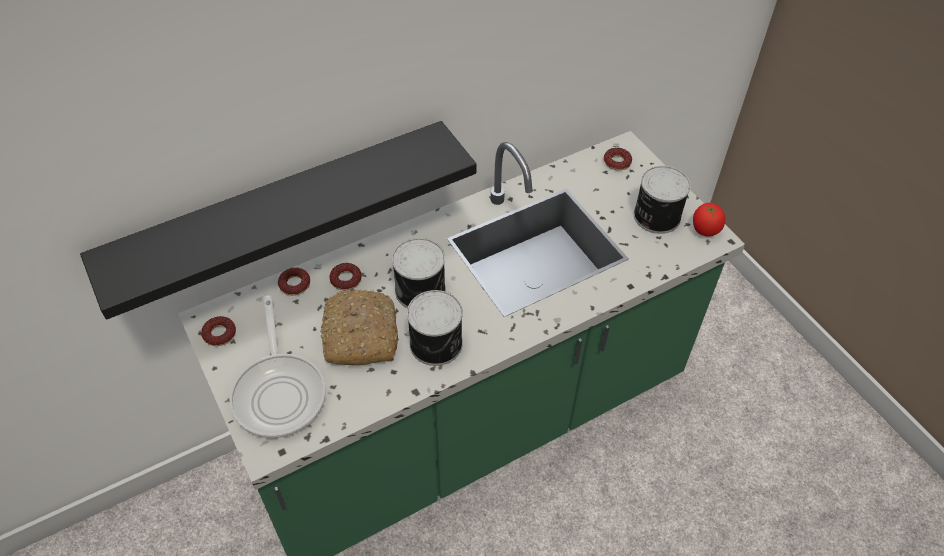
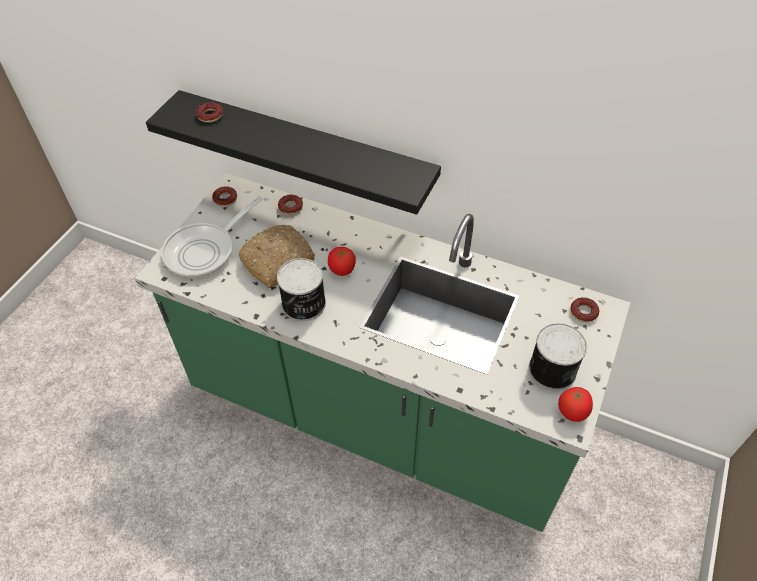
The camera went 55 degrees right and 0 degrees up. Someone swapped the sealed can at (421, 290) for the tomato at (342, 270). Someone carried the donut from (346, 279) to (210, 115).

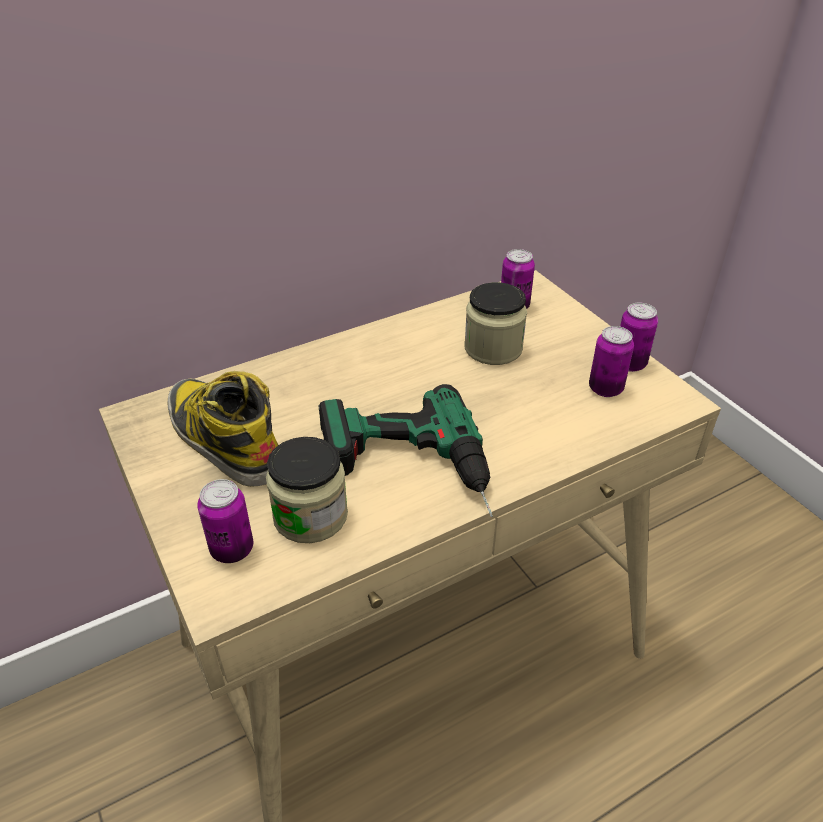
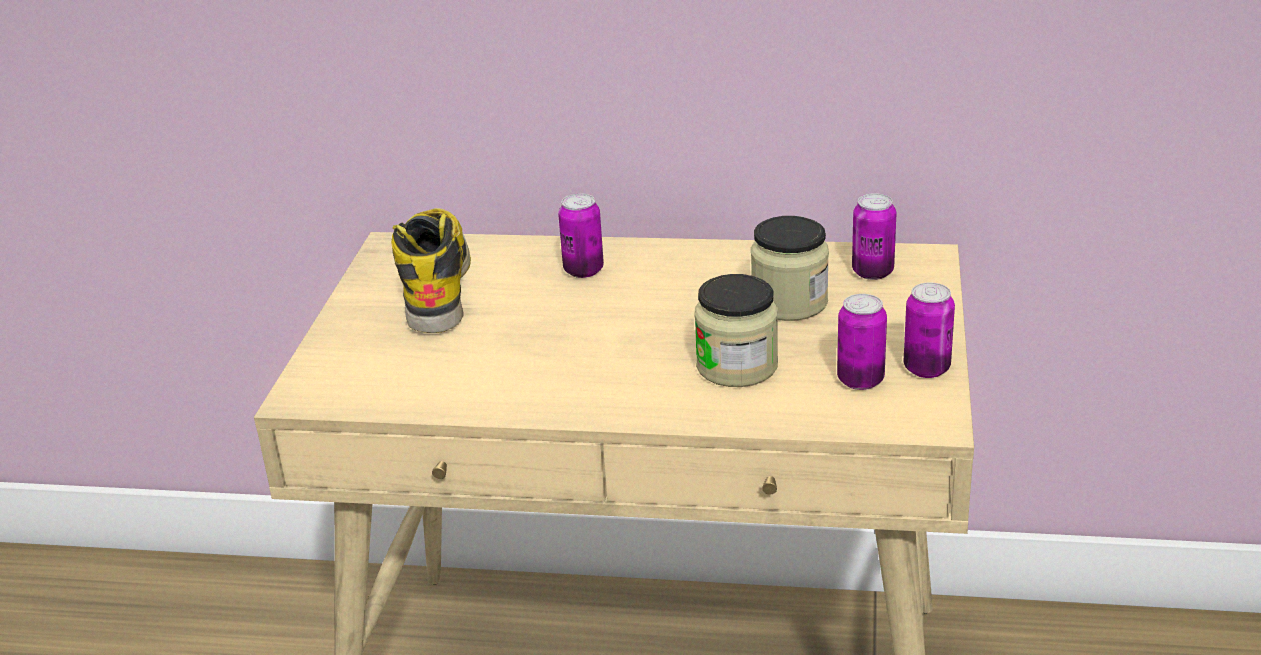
The camera went 40 degrees right and 10 degrees down. Someone took away the power drill at (409, 471). Someone carried the preserve jar from (310, 516) to (737, 366). Someone carried the sealed can from (232, 549) to (583, 270).

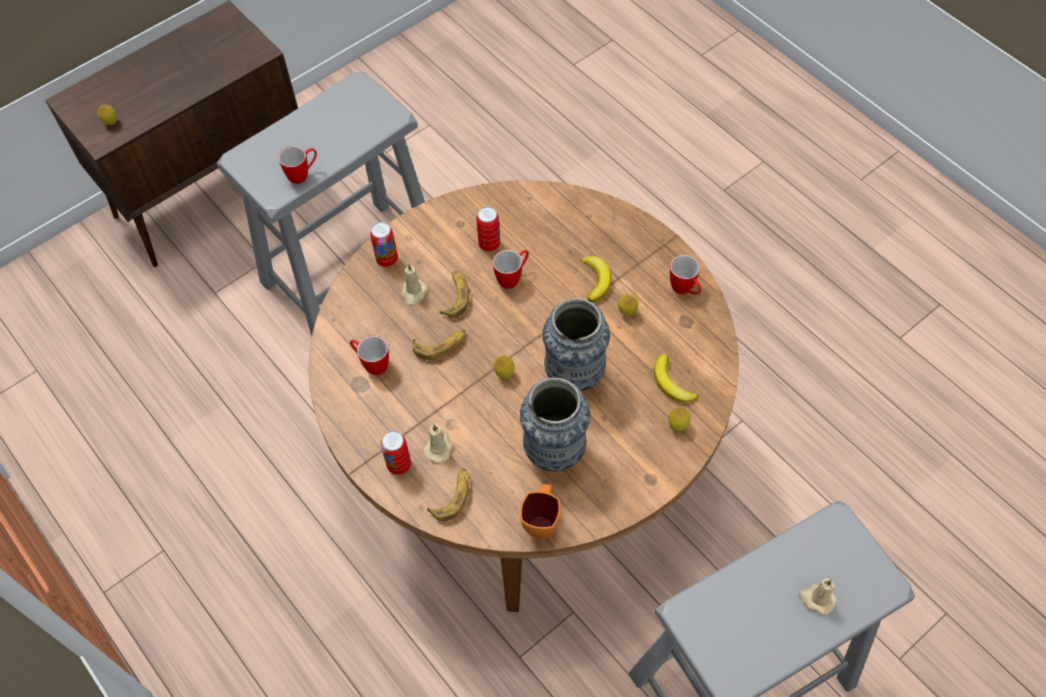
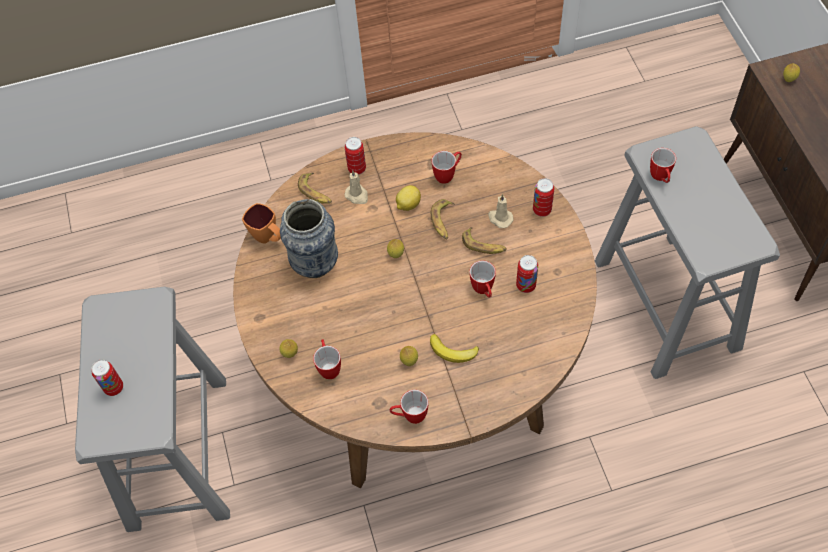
The camera went 115 degrees right and 0 degrees up. Someone took away the flower vase at (574, 375). Someone swapped the banana fruit at (671, 383) for the mug at (329, 366). Someone swapped the beige-coloured wax candle at (816, 599) for the sealed can at (114, 387). Someone put down the lemon at (408, 205).

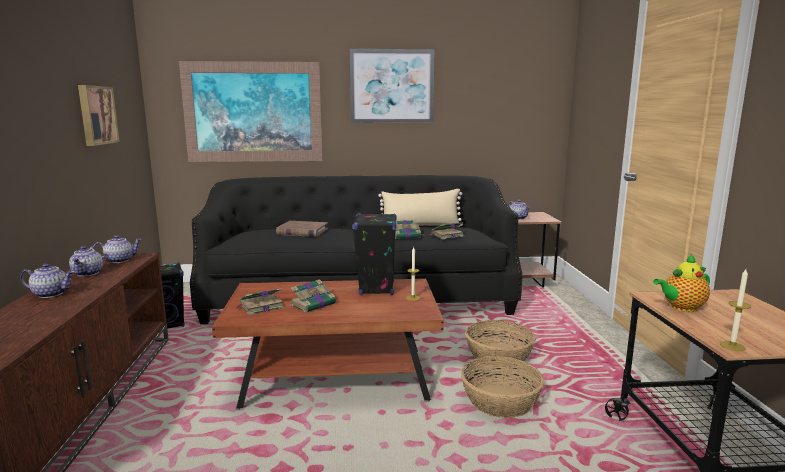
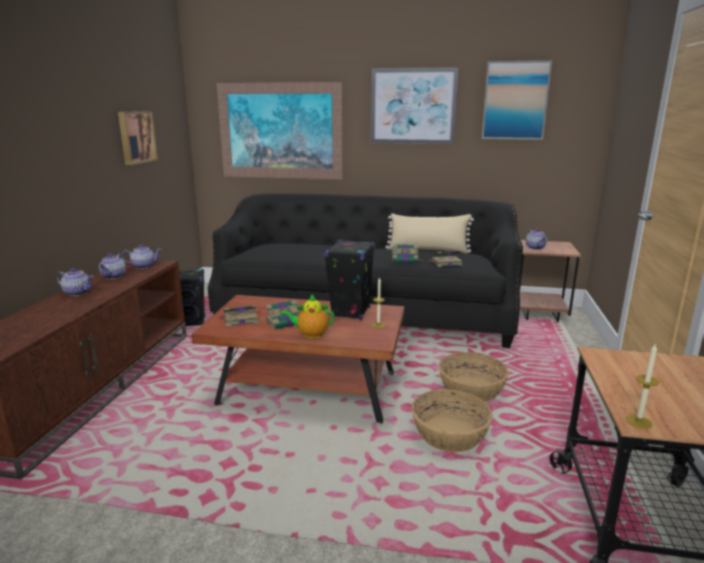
The camera went 15 degrees right and 5 degrees up. Someone took away the brown bound book at (302, 231). Someone carried the pot for tea from (681, 308) to (310, 334). Someone put up the wall picture at (515, 101).

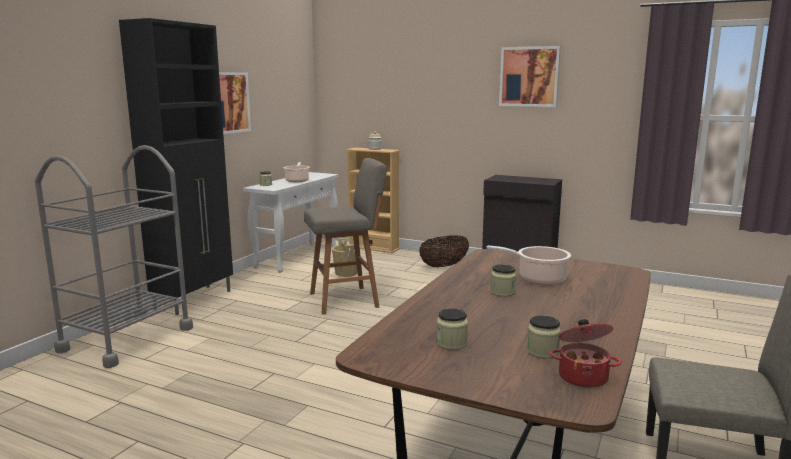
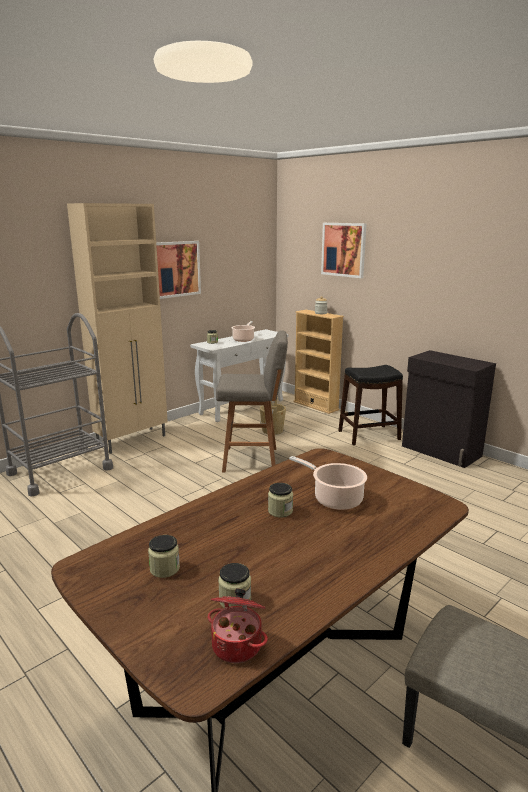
The camera went 20 degrees right and 5 degrees up. Someone repainted the black storage cabinet at (195, 299), which became the beige-coloured storage cabinet at (133, 440). Someone carried the wall picture from (529, 76) to (343, 249). Someone swapped the household basket at (444, 266) for the black stool seat at (368, 435).

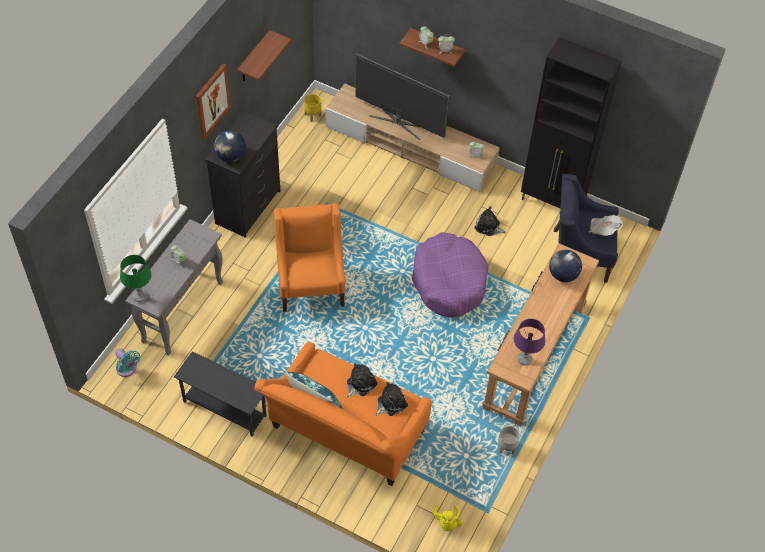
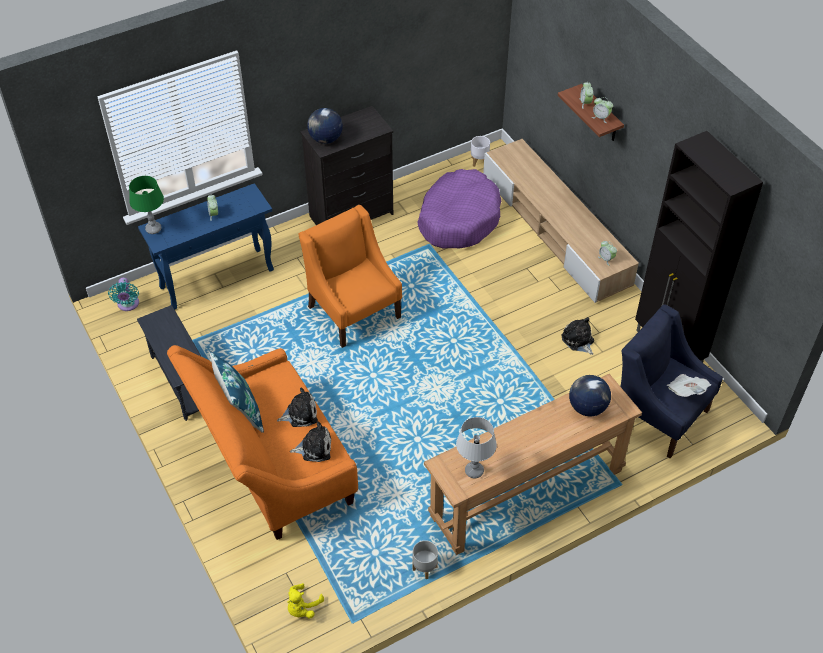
The camera went 35 degrees right and 5 degrees down. Someone took away the wall shelf at (254, 58). Someone took away the television at (399, 121). Someone took away the wall picture at (212, 100). Someone repainted the yellow plant pot at (313, 115), which became the whitish plant pot at (479, 161). Someone rotated the orange armchair at (311, 285) by 60 degrees counterclockwise. Someone repainted the gray console table at (183, 311), which became the blue console table at (217, 278). Someone carried the purple dog bed from (449, 281) to (458, 218). Someone repainted the purple table lamp at (524, 359), which became the gray table lamp at (474, 471).

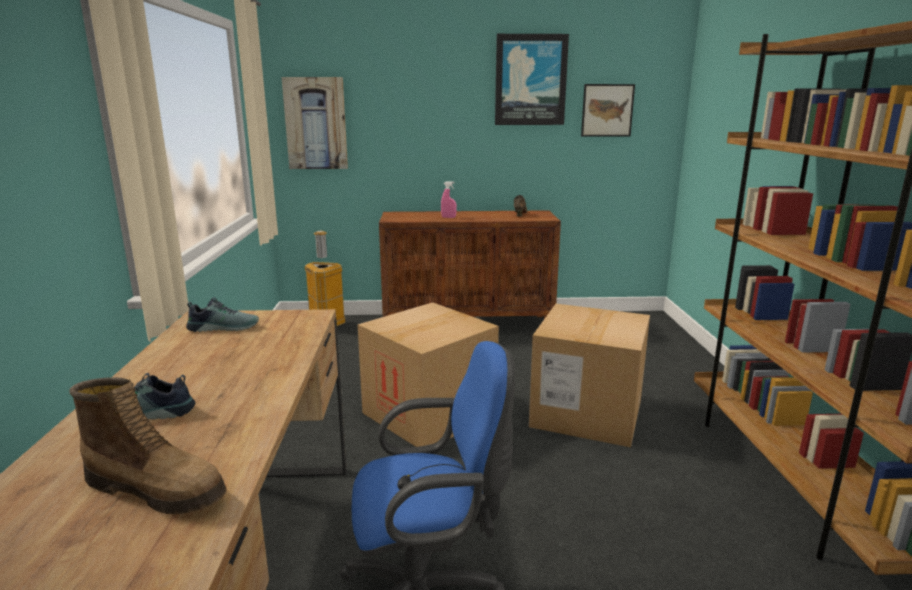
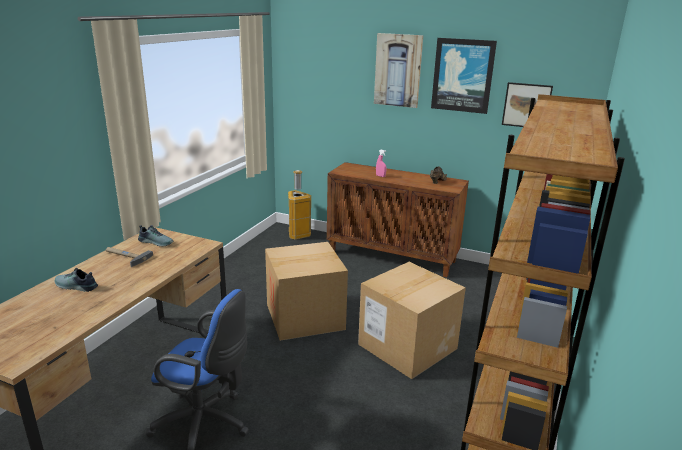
The camera went 25 degrees right and 5 degrees up. Someone carried the wall picture from (316, 123) to (398, 70). Someone took away the high-top boot at (158, 489). Someone put down the hand hammer at (125, 256).

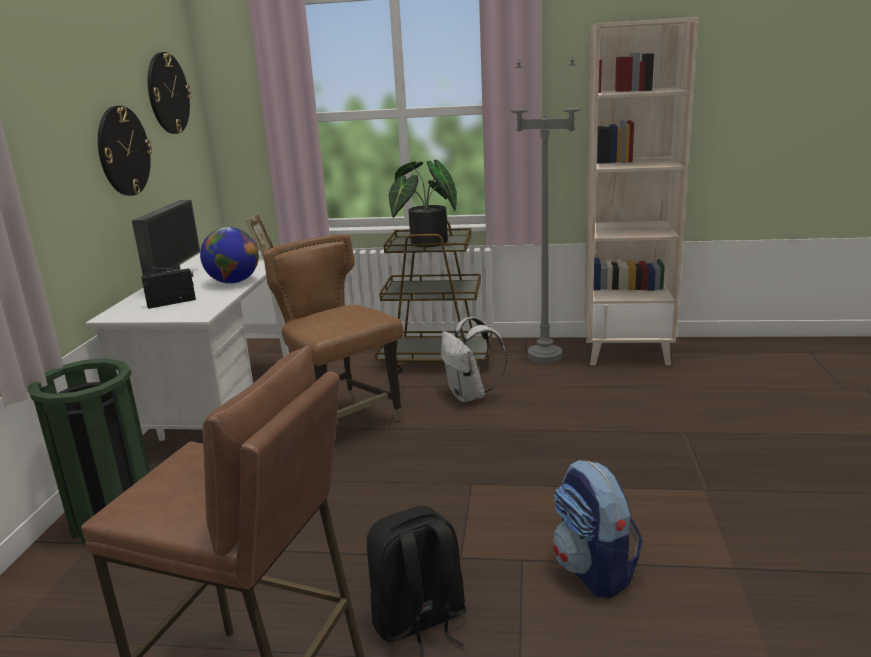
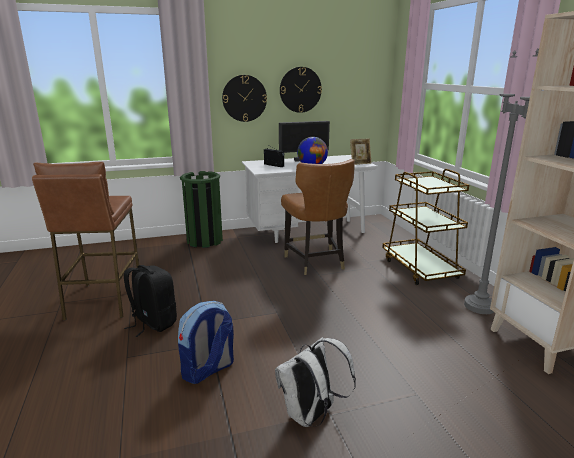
The camera went 65 degrees right and 0 degrees up. Someone carried the wall clock from (168, 93) to (244, 98). Someone took away the houseplant at (424, 243). Someone rotated the brown chair at (344, 422) by 135 degrees clockwise. Someone carried the whitish backpack from (470, 395) to (311, 415).

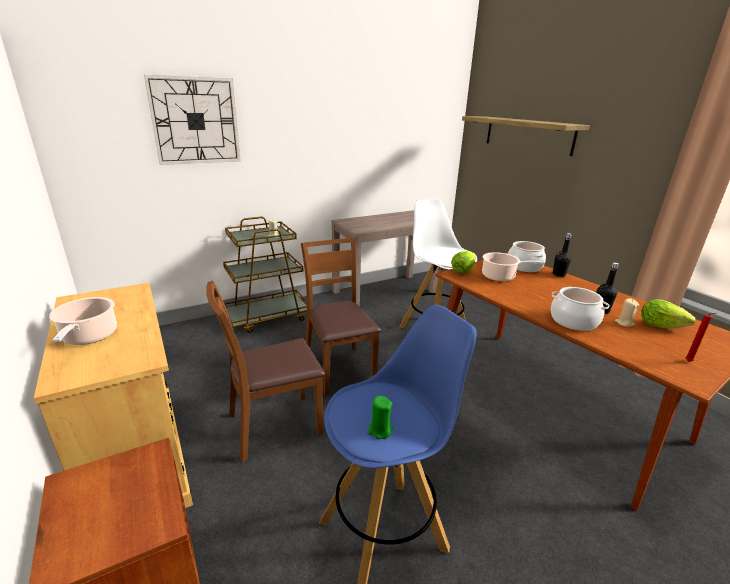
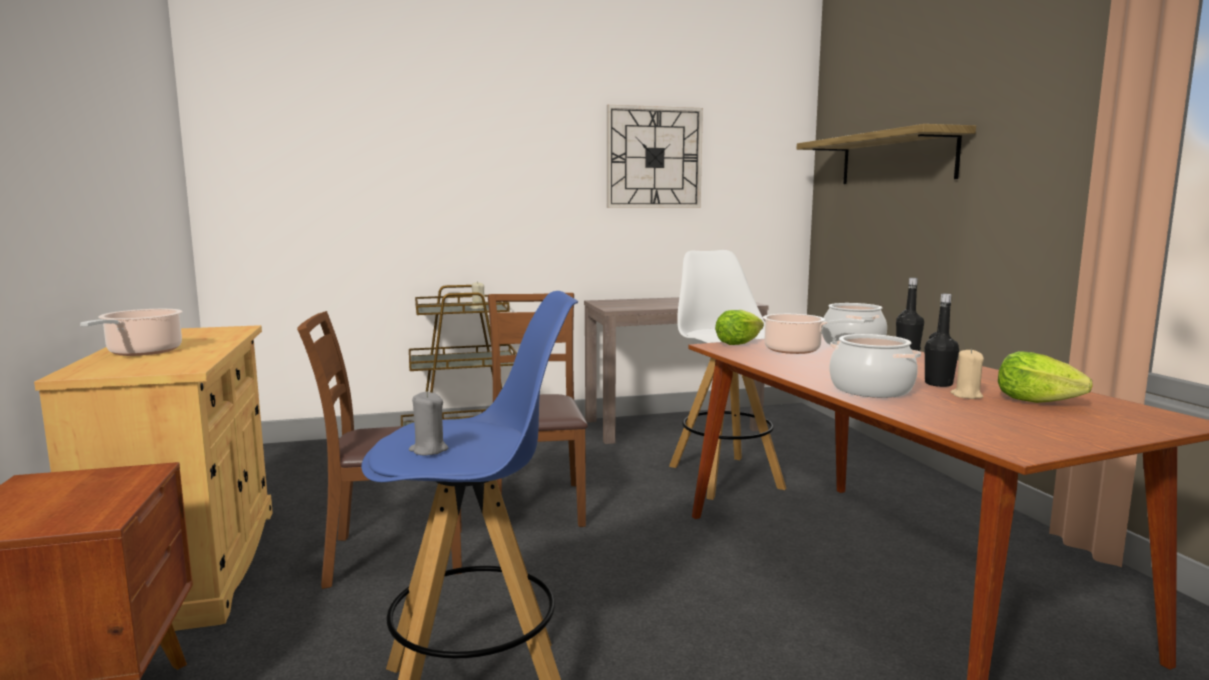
The camera went 15 degrees right and 15 degrees down. Someone carried the wall clock from (195, 121) to (654, 158). Someone took away the red-coloured wax candle at (689, 362). Someone repainted the green-coloured wax candle at (380, 431), which became the gray wax candle at (428, 450).

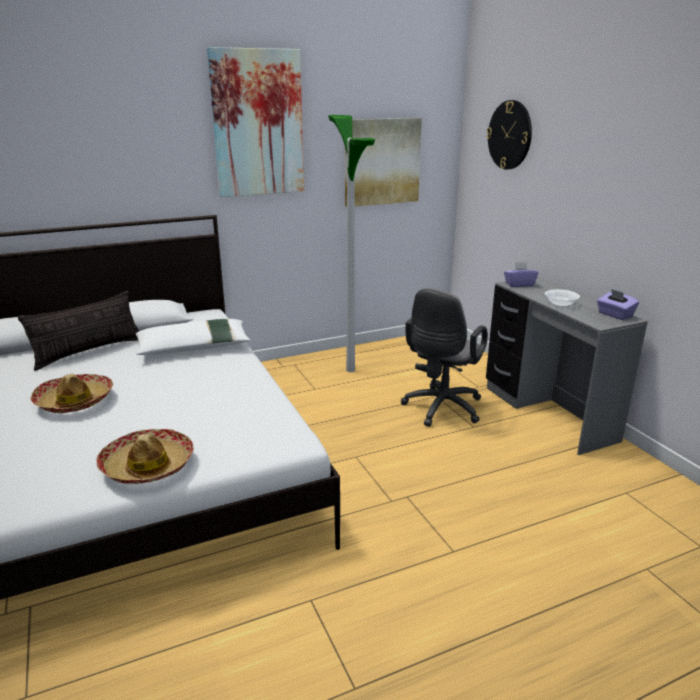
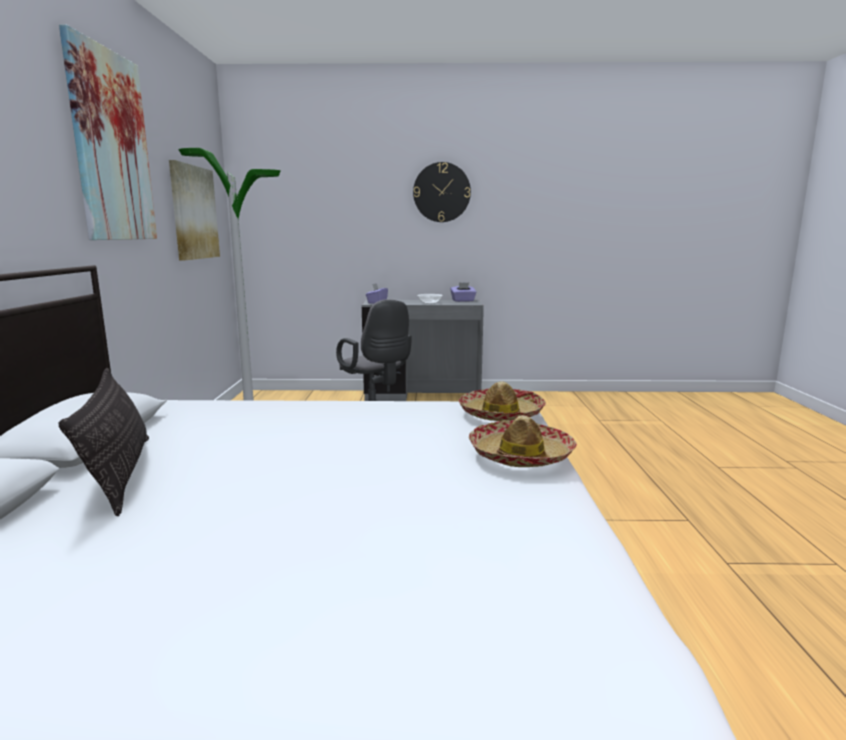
The camera went 65 degrees left and 10 degrees down. Someone carried the wall clock from (510, 135) to (441, 192). Someone took away the whitish throw pillow at (194, 347). Someone carried the wearable hat from (75, 401) to (501, 414).

